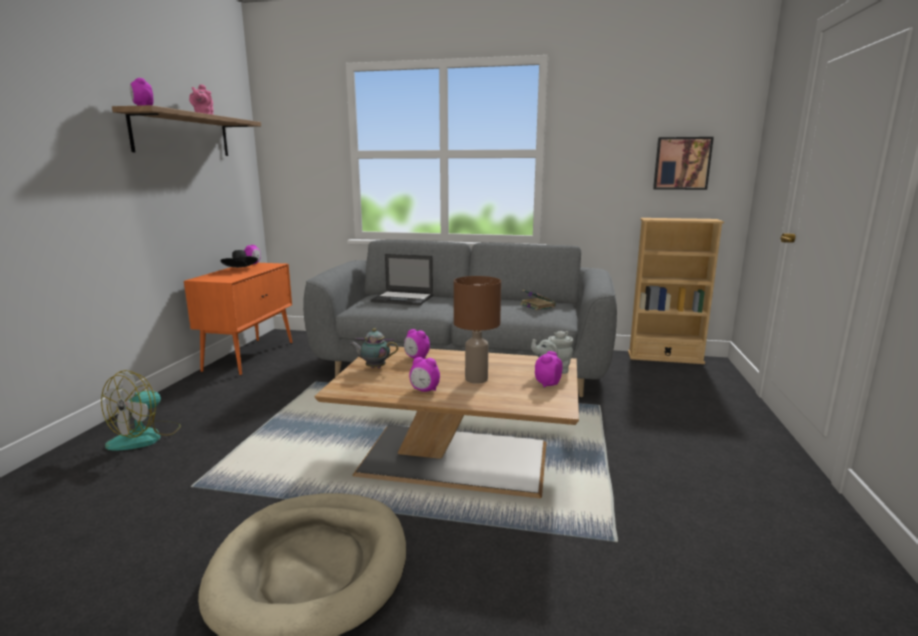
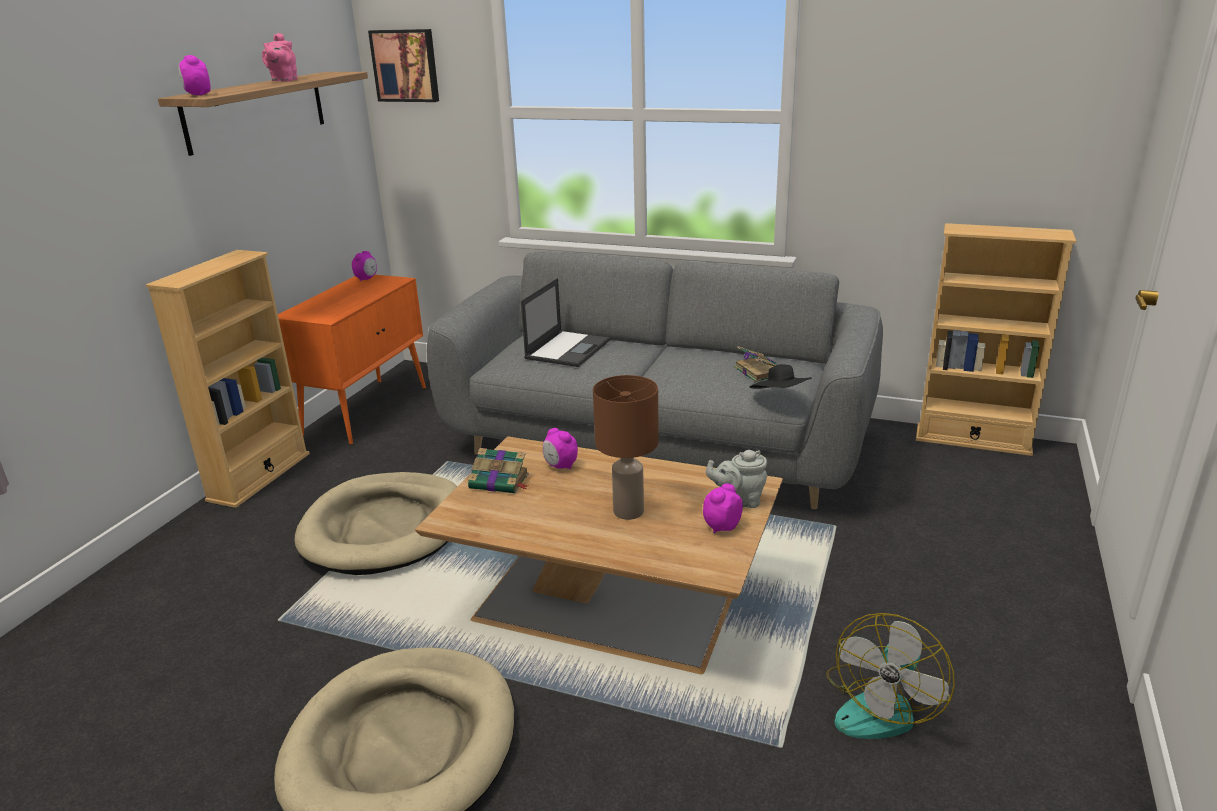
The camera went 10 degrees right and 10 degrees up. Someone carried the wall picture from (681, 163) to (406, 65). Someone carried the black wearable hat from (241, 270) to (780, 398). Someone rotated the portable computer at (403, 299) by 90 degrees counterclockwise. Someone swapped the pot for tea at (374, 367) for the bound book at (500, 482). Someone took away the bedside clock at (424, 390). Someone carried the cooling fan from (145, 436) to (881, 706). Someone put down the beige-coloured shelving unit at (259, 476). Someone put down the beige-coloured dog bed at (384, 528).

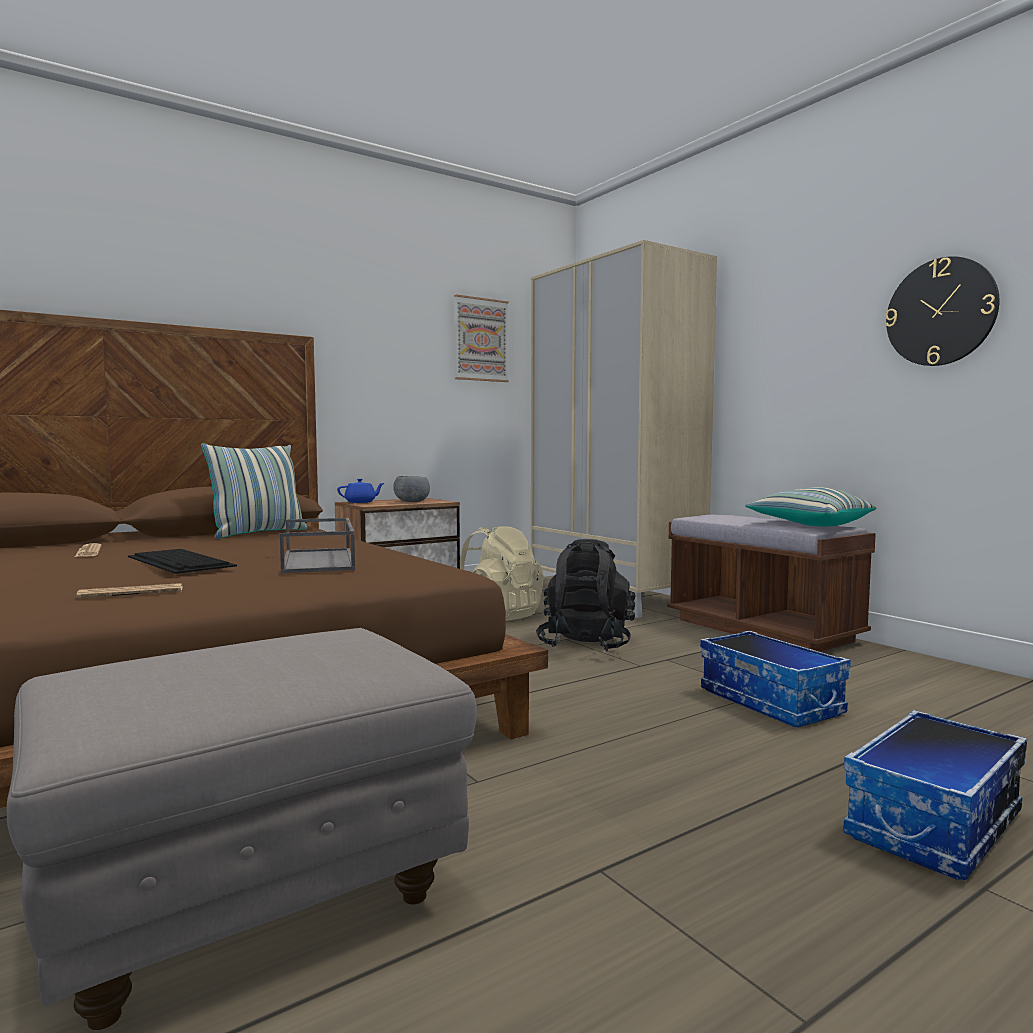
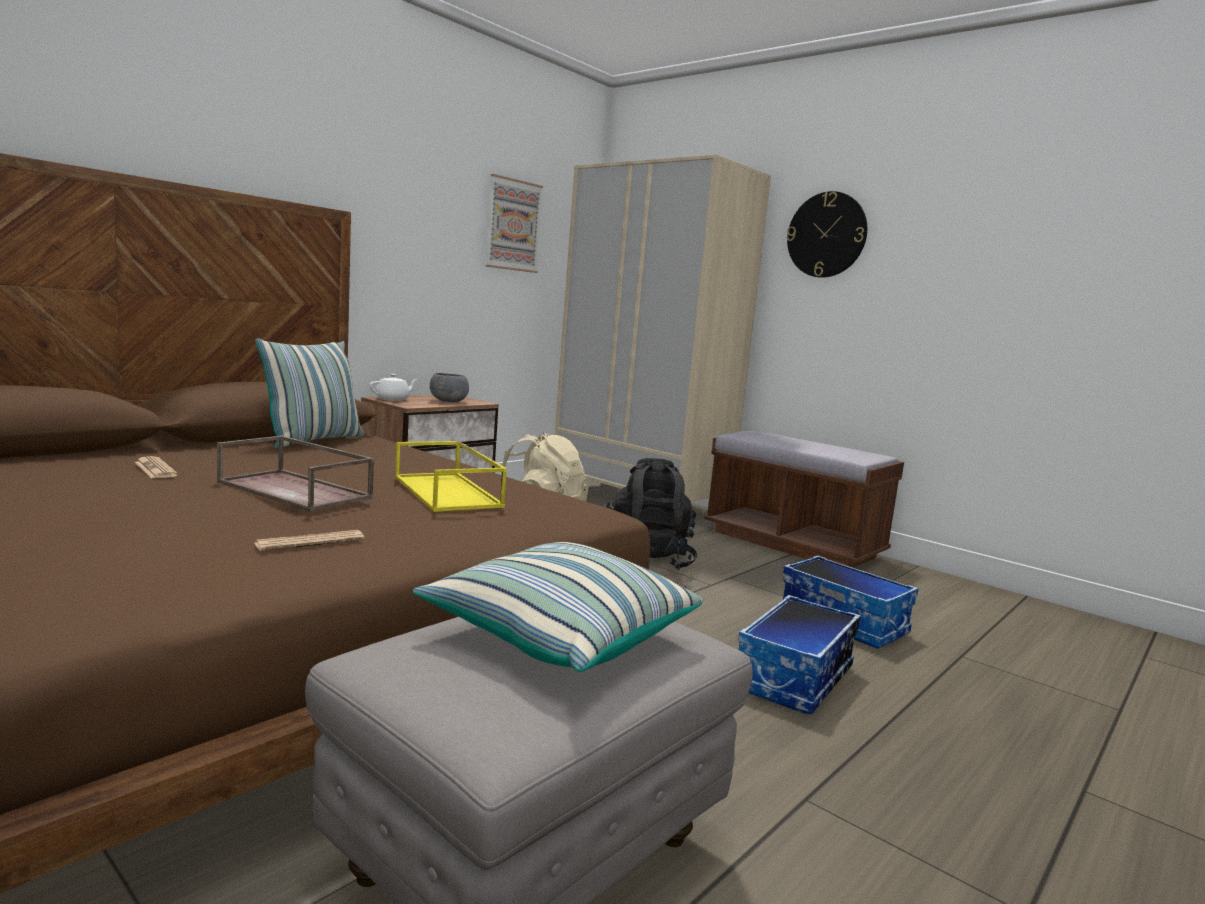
The camera went 15 degrees left and 5 degrees up. Someone carried the wall clock from (940, 312) to (826, 235). Someone repainted the blue pot for tea at (361, 502), which became the whitish pot for tea at (393, 399). Someone carried the throw pillow from (809, 525) to (558, 636). Someone repainted the gray tray at (320, 561), which became the yellow tray at (448, 492). Someone swapped the PC keyboard at (181, 561) for the brown tray at (297, 490). Someone carried the storage bin from (936, 826) to (796, 679).

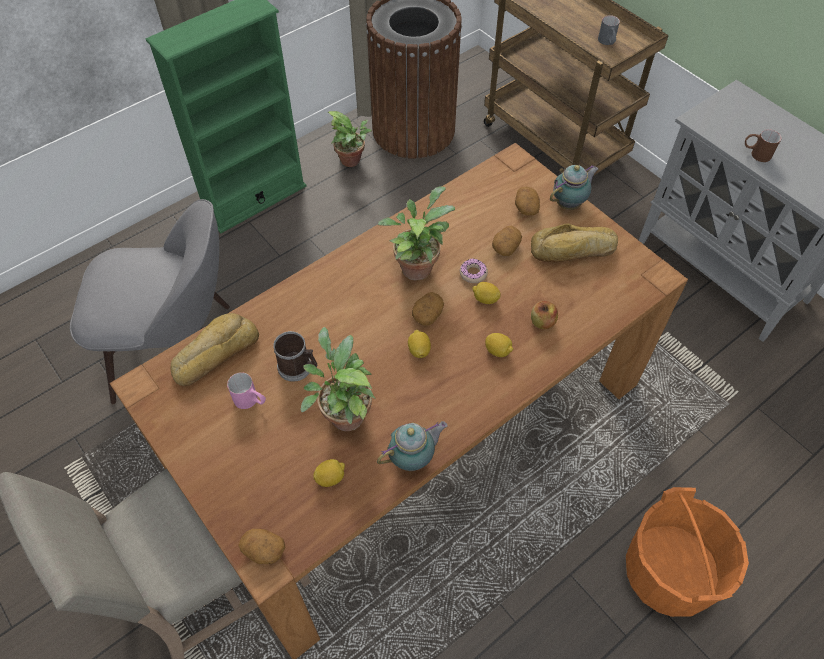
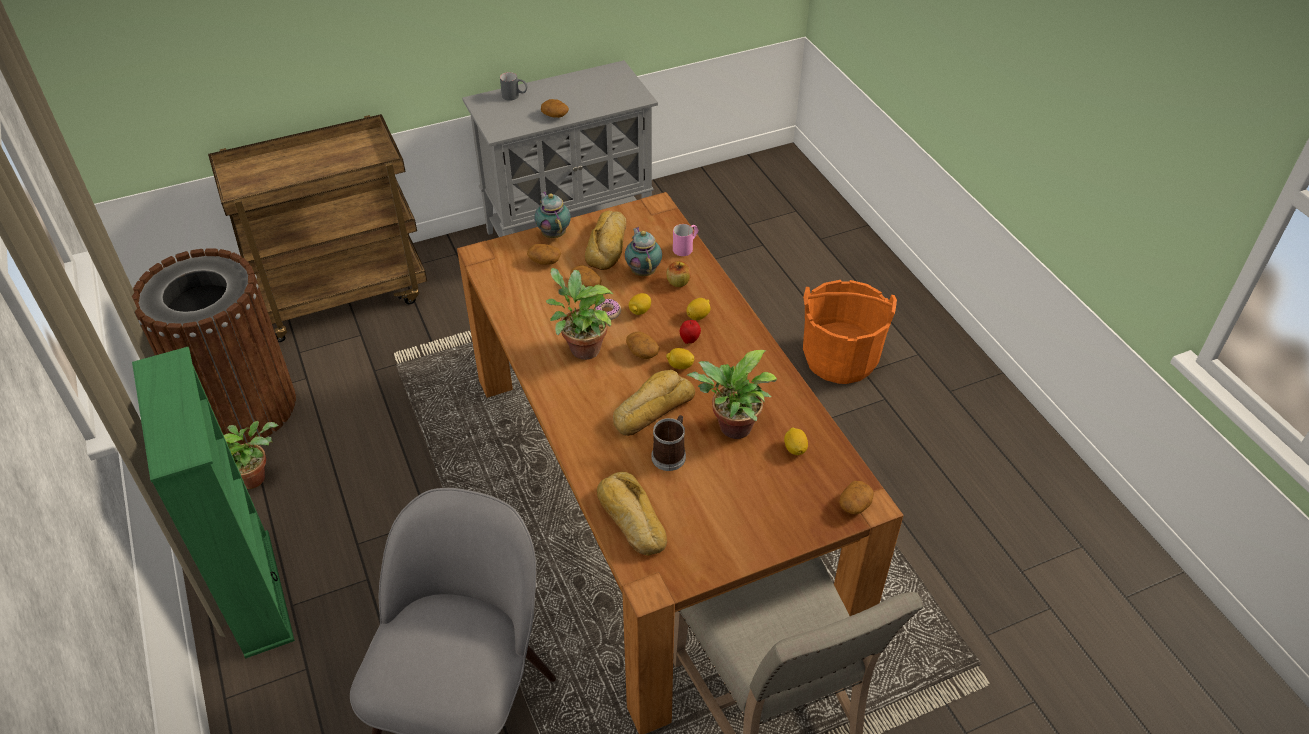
The camera went 75 degrees left and 10 degrees down. Someone carried the gray mug from (607, 42) to (515, 96). Someone swapped the brown mug at (755, 154) for the potato at (555, 115). Someone carried the pink-coloured mug from (251, 401) to (686, 247). Someone carried the pot for tea from (413, 458) to (643, 271). Someone put down the whole apple at (689, 340). Someone put down the bread at (651, 408).

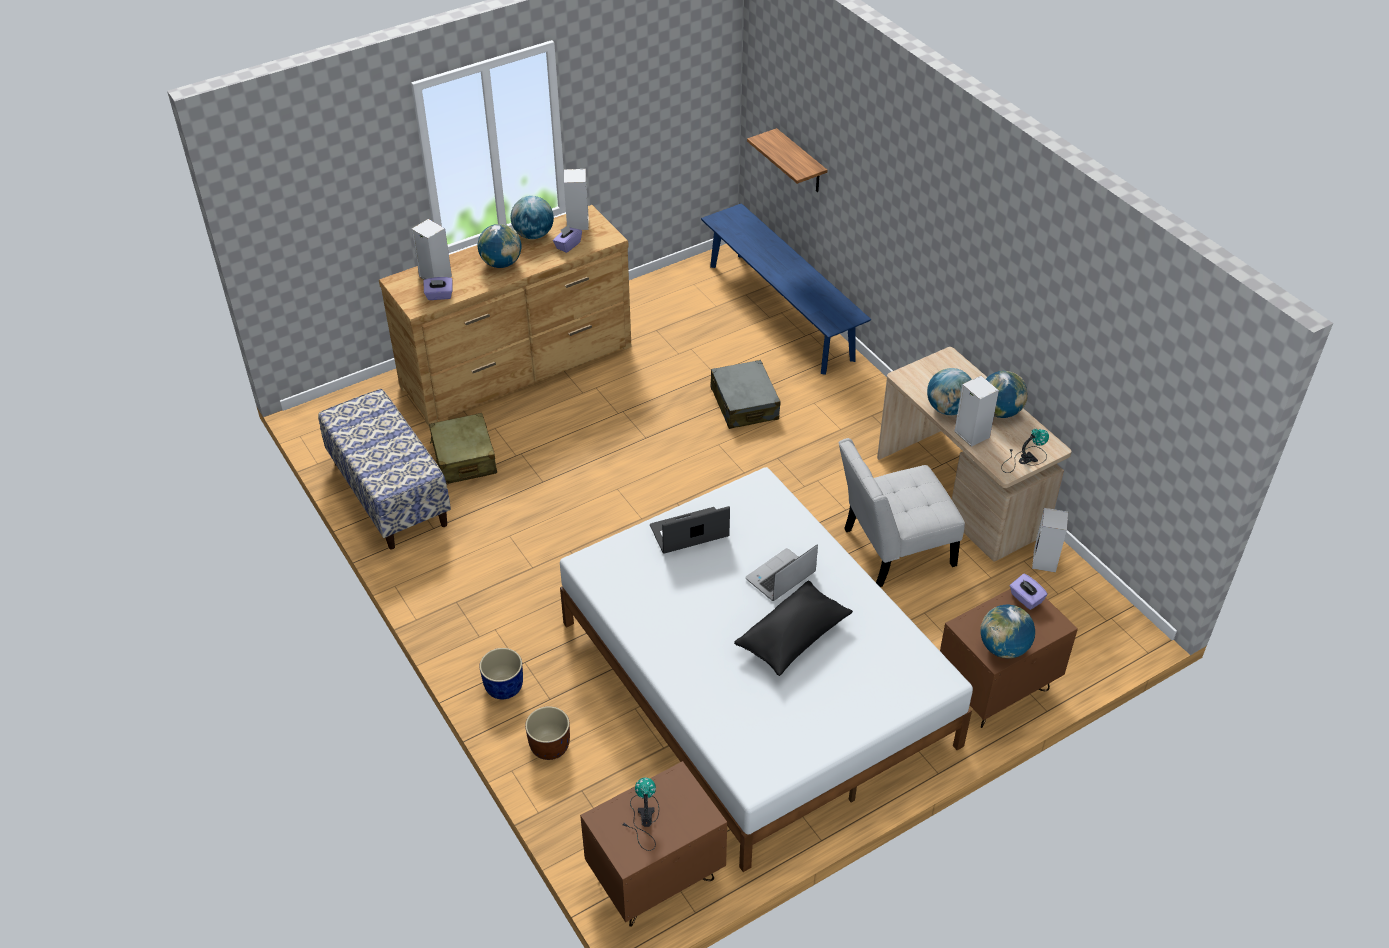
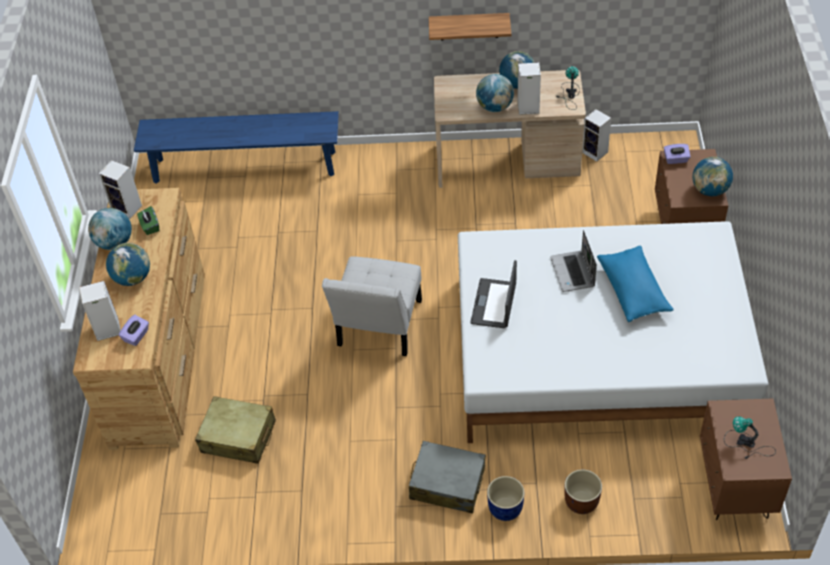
The camera went 55 degrees left and 5 degrees up. Someone carried the wall shelf from (800, 162) to (469, 26). Someone repainted the purple tissue box at (567, 245), which became the green-coloured tissue box at (150, 226). Someone carried the gray suitcase from (744, 404) to (447, 484). Someone took away the bench at (389, 493). Someone carried the whitish chair from (892, 549) to (378, 327). Someone repainted the black throw pillow at (793, 637), which became the blue throw pillow at (633, 291).

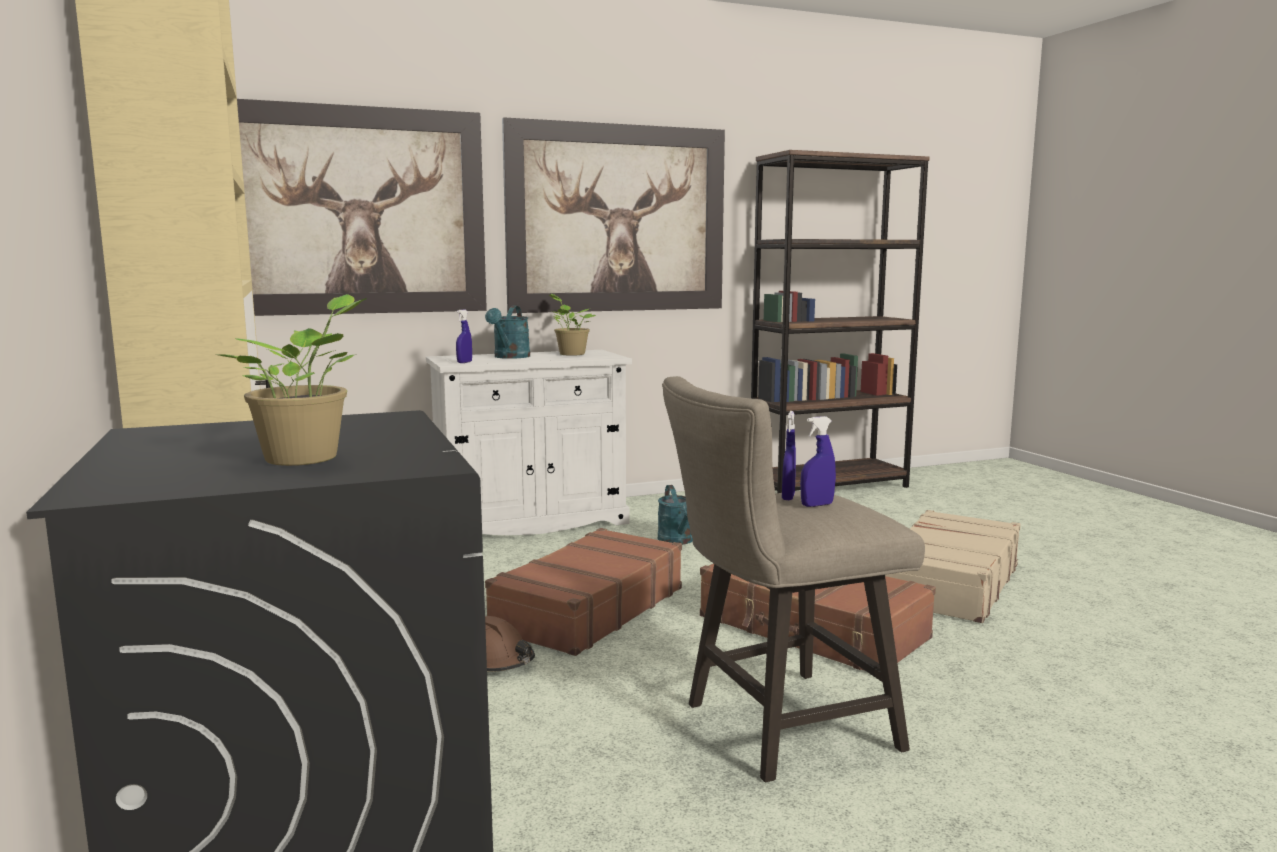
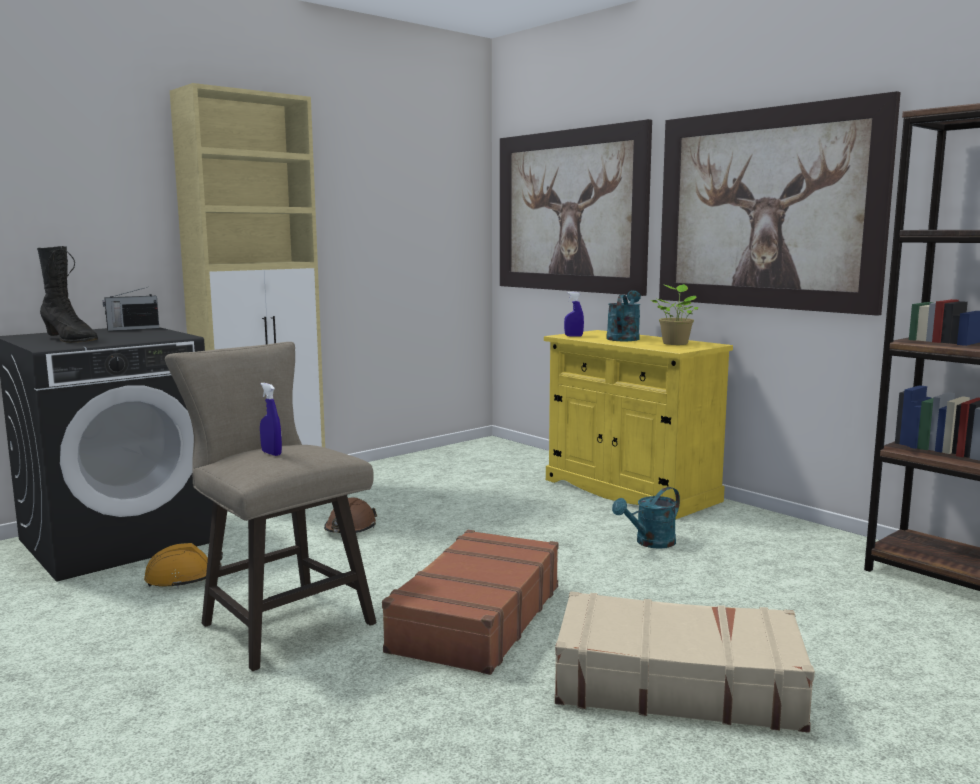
The camera went 70 degrees right and 0 degrees up. Someone swapped the houseplant at (307, 459) for the black high-top boot at (70, 340). Someone rotated the turquoise sprinkling can at (510, 357) by 120 degrees clockwise. Someone repainted the whitish storage cabinet at (531, 522), which became the yellow storage cabinet at (630, 490). Someone took away the blue sprayer at (788, 497). Someone took away the brown suitcase at (588, 609). Someone put down the radio at (132, 329). Someone put down the orange safety helmet at (183, 578).

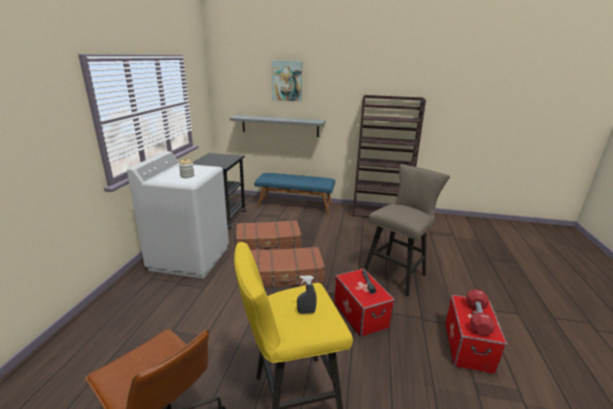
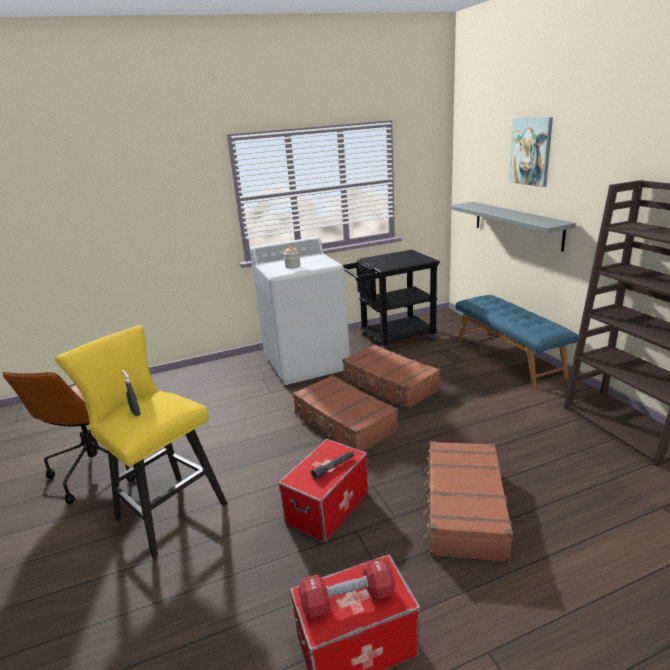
The camera went 60 degrees right and 0 degrees up. Someone swapped the beige-coloured stool seat at (397, 273) for the brown suitcase at (463, 508).

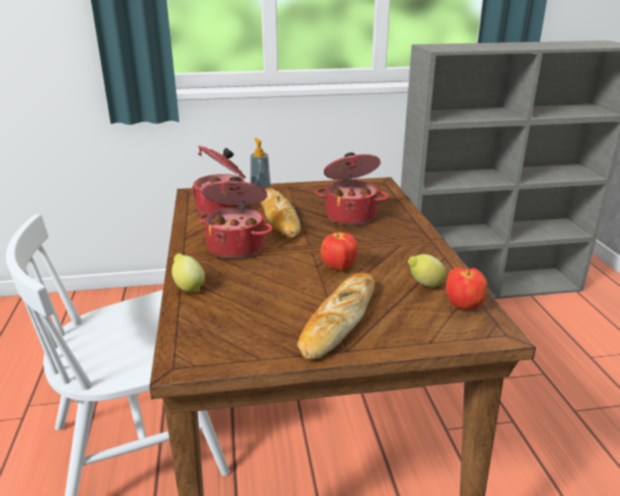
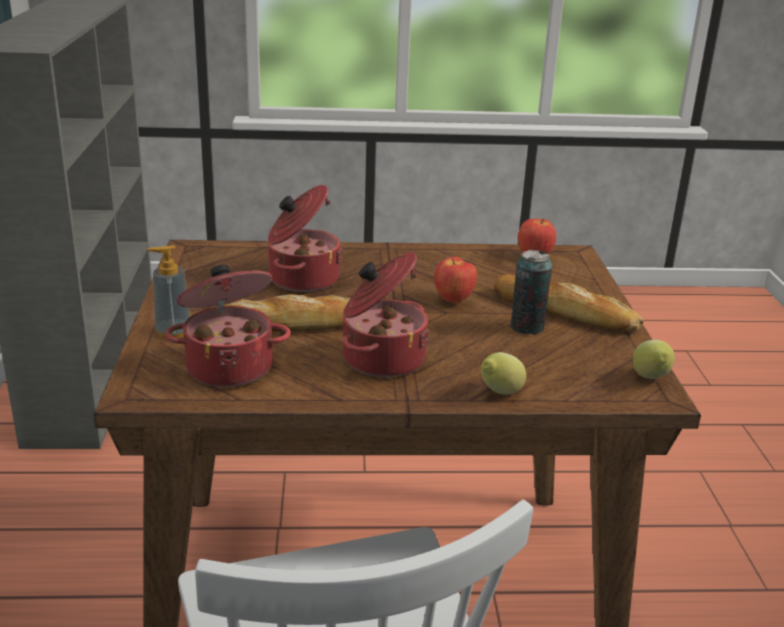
The camera went 85 degrees left and 0 degrees up. Someone carried the lemon from (424, 285) to (650, 379). Someone put down the sealed can at (527, 327).

